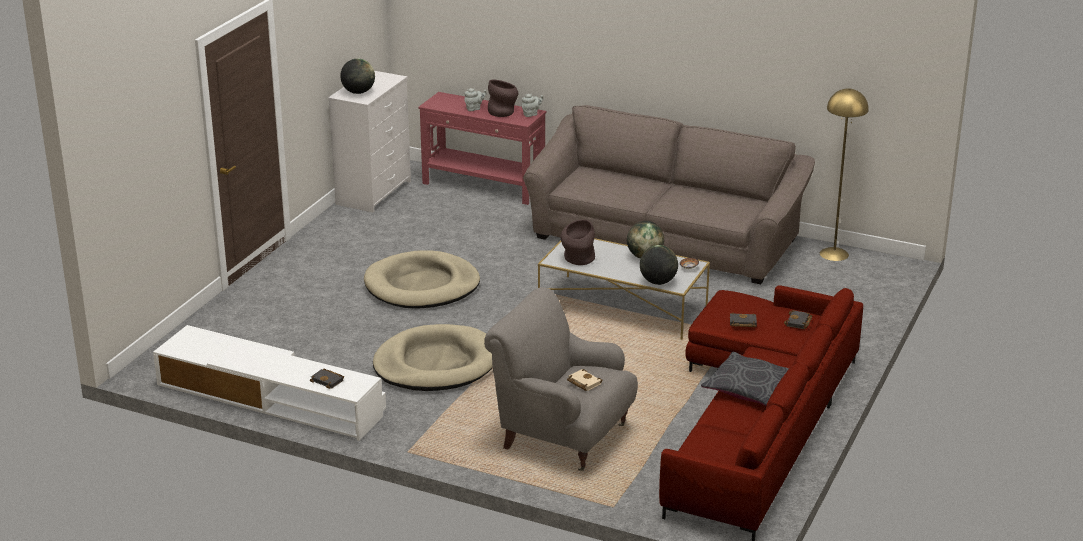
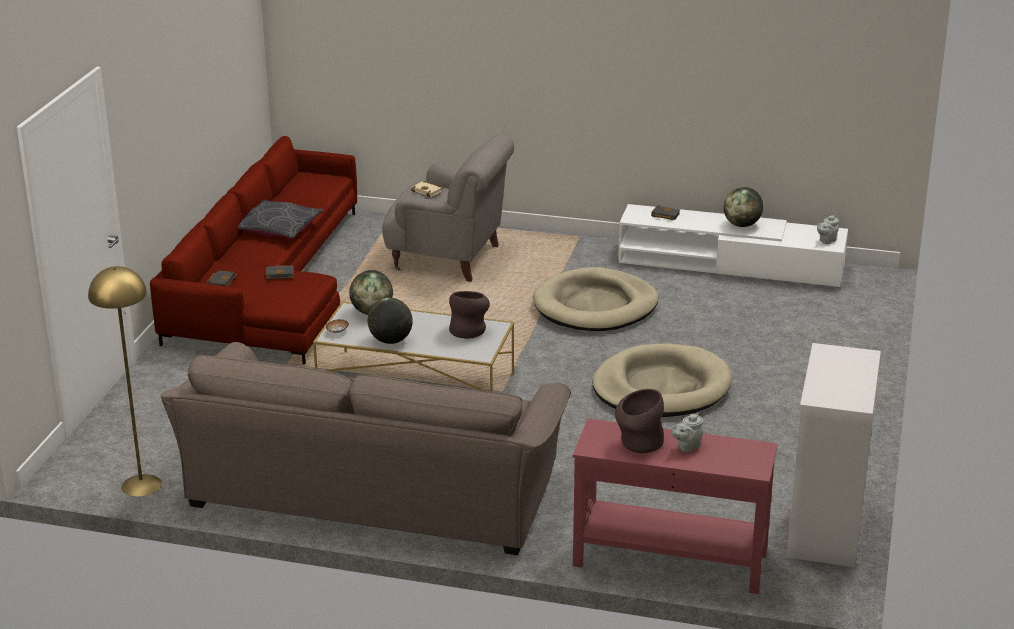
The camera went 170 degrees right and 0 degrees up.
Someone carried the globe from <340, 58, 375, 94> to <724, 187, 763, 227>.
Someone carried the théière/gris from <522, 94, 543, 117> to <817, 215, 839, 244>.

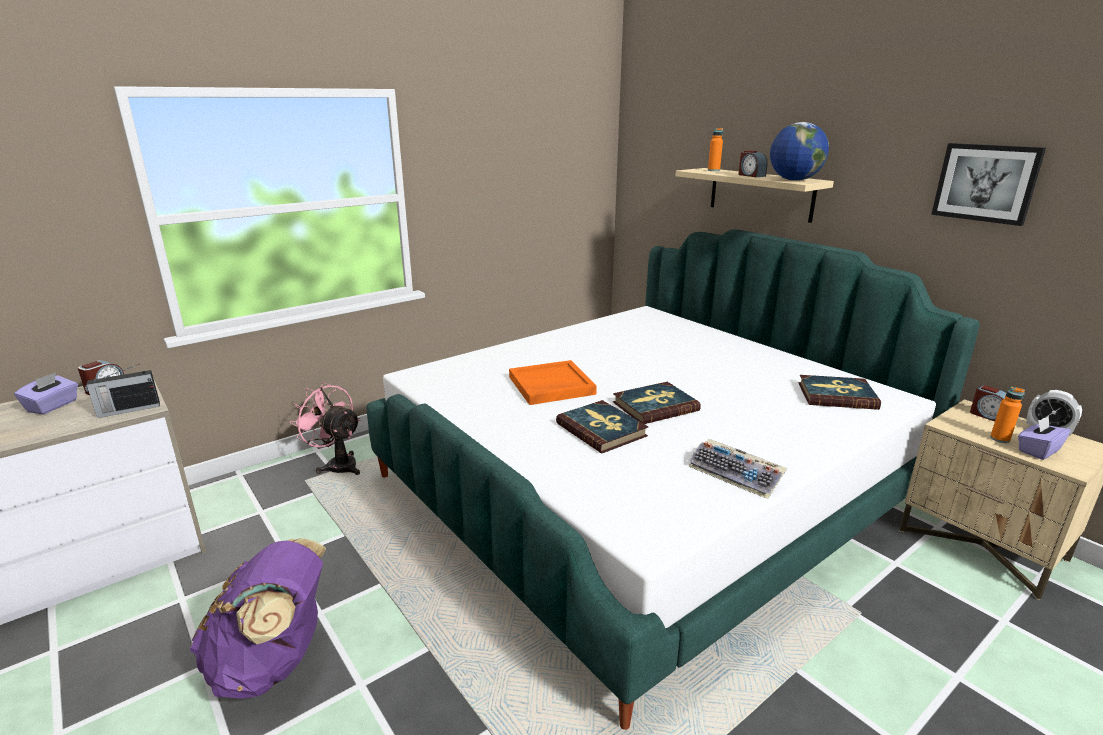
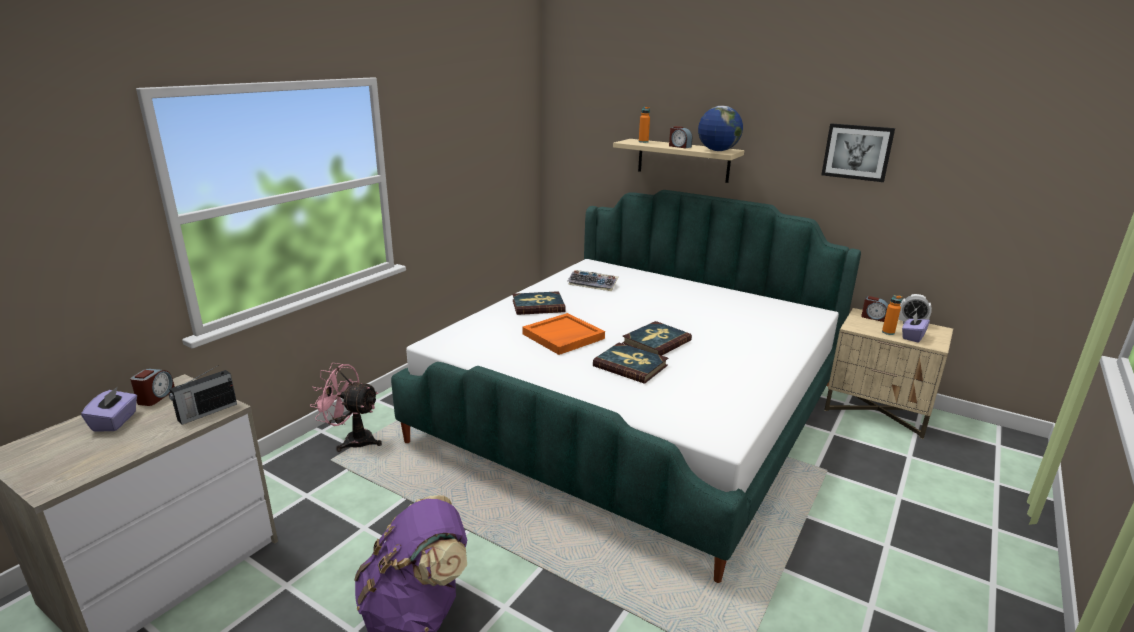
The camera went 20 degrees left and 0 degrees up.
Someone carried the clavier from <688, 439, 787, 499> to <568, 270, 618, 291>.
Someone carried the livre from <798, 375, 881, 410> to <512, 291, 566, 315>.

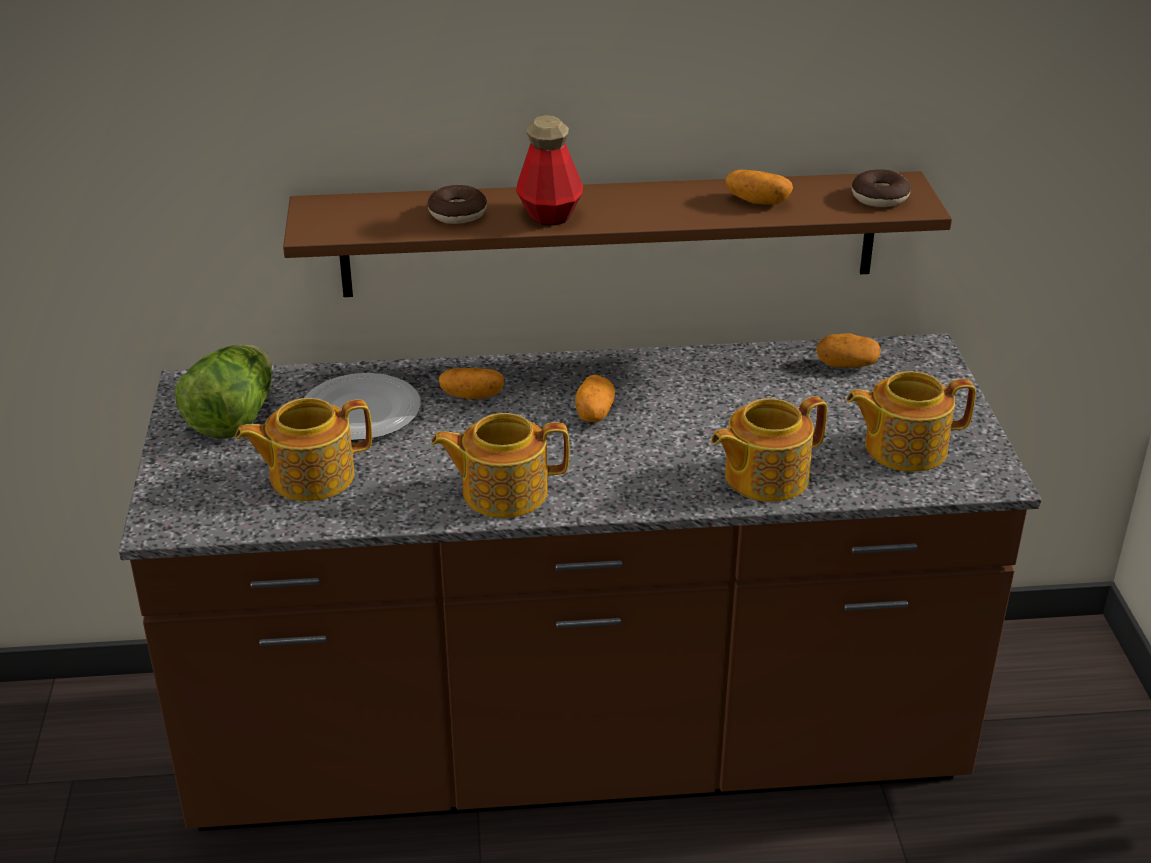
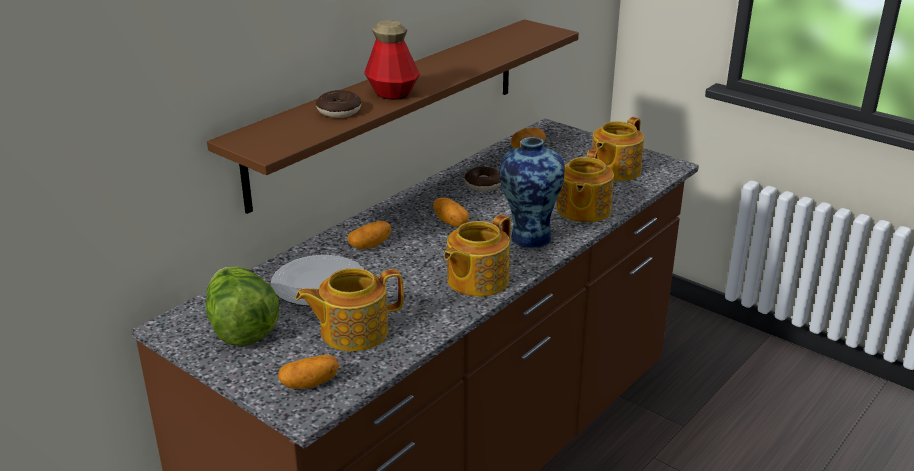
The camera went 45 degrees left and 5 degrees down.
Someone rotated the théière at <235, 398, 372, 501> by 45 degrees clockwise.
Someone carried the pomme de terre from <726, 170, 793, 205> to <278, 355, 339, 389>.
Someone carried the beignet from <852, 169, 911, 207> to <465, 166, 501, 191>.
Someone put down the vase at <499, 137, 565, 248>.

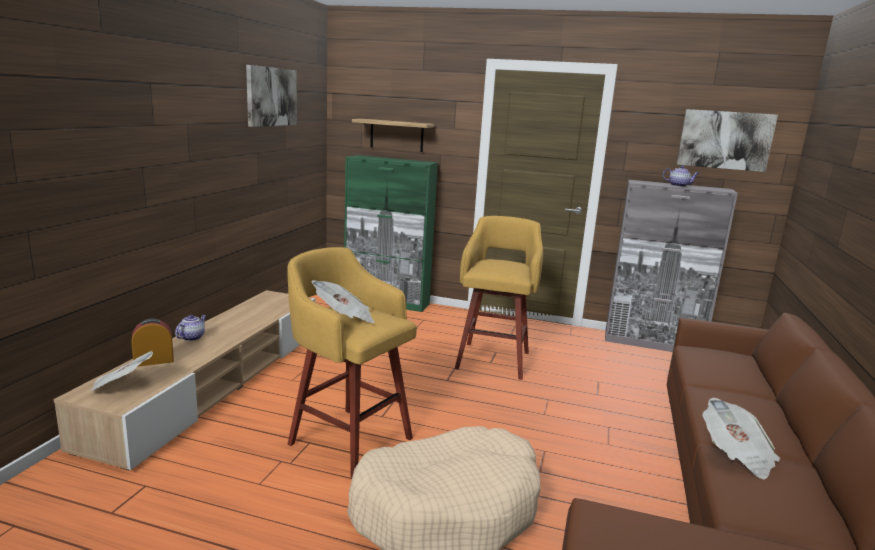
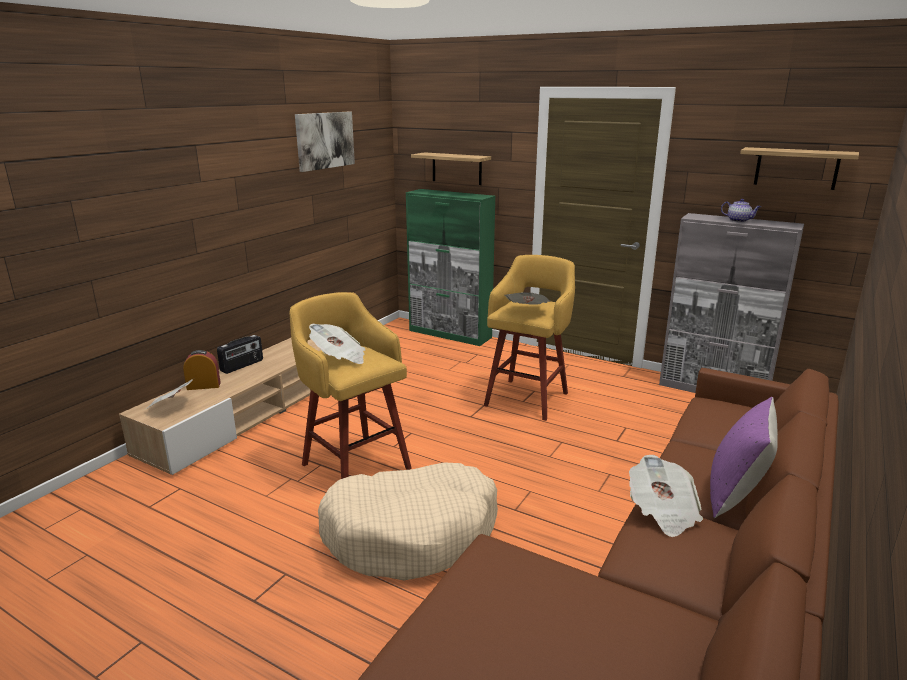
The camera went 15 degrees right and 5 degrees up.
Someone swapped the théière at <175, 315, 206, 341> for the radio at <217, 335, 263, 374>.
Someone swapped the tableau at <677, 109, 778, 172> for the étagère at <740, 147, 859, 190>.
Someone put down the journal at <504, 292, 550, 305>.
Someone put down the coussin/violet at <710, 397, 778, 518>.

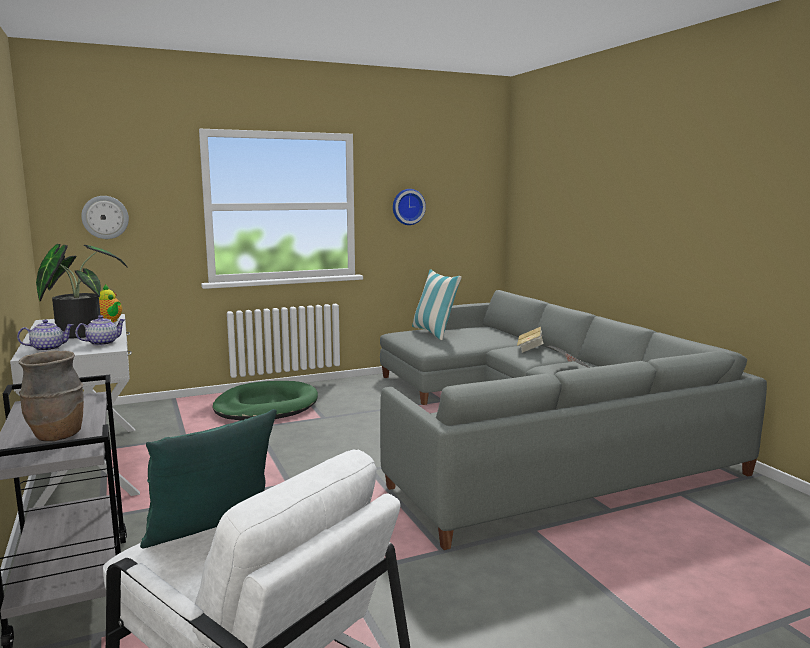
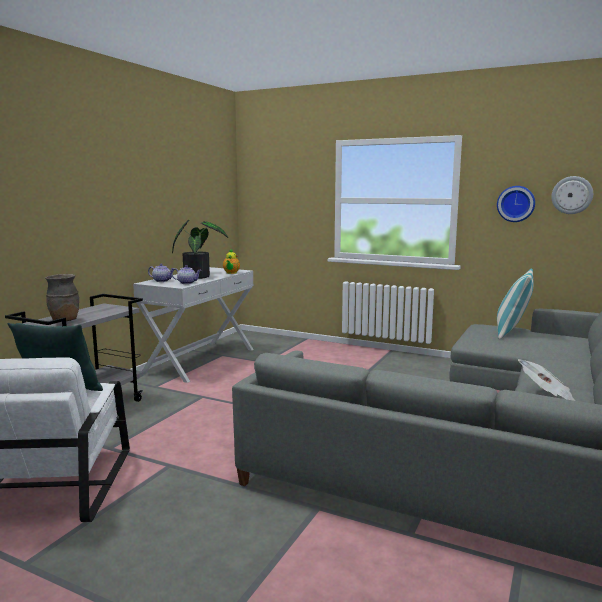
The camera went 50 degrees right and 0 degrees up.
Someone carried the horloge murale from <81, 196, 129, 239> to <551, 176, 593, 214>.
Someone took away the panier pour chien/vert at <213, 381, 318, 420>.
Someone took away the livre at <517, 327, 544, 353>.

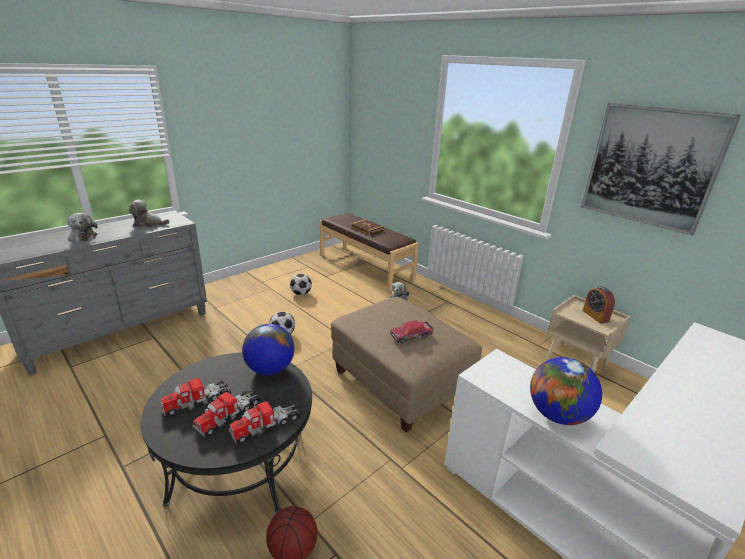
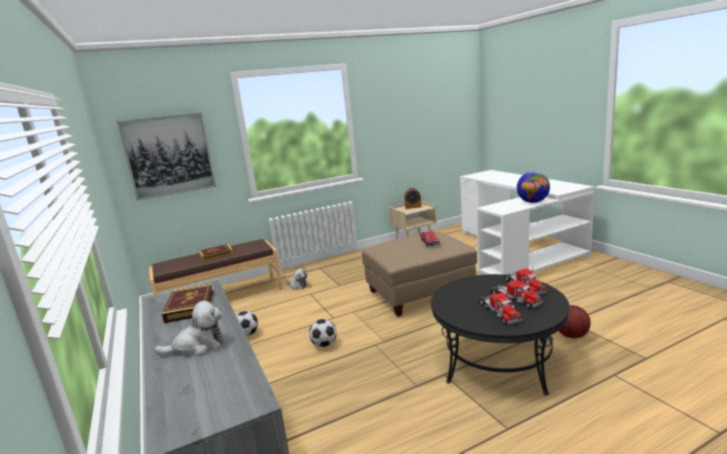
The camera went 70 degrees left and 10 degrees down.
Someone swapped the peluche at <129, 200, 170, 228> for the livre at <162, 284, 213, 323>.
Someone took away the globe at <242, 324, 295, 375>.
Someone carried the tableau from <581, 103, 741, 236> to <117, 112, 216, 201>.

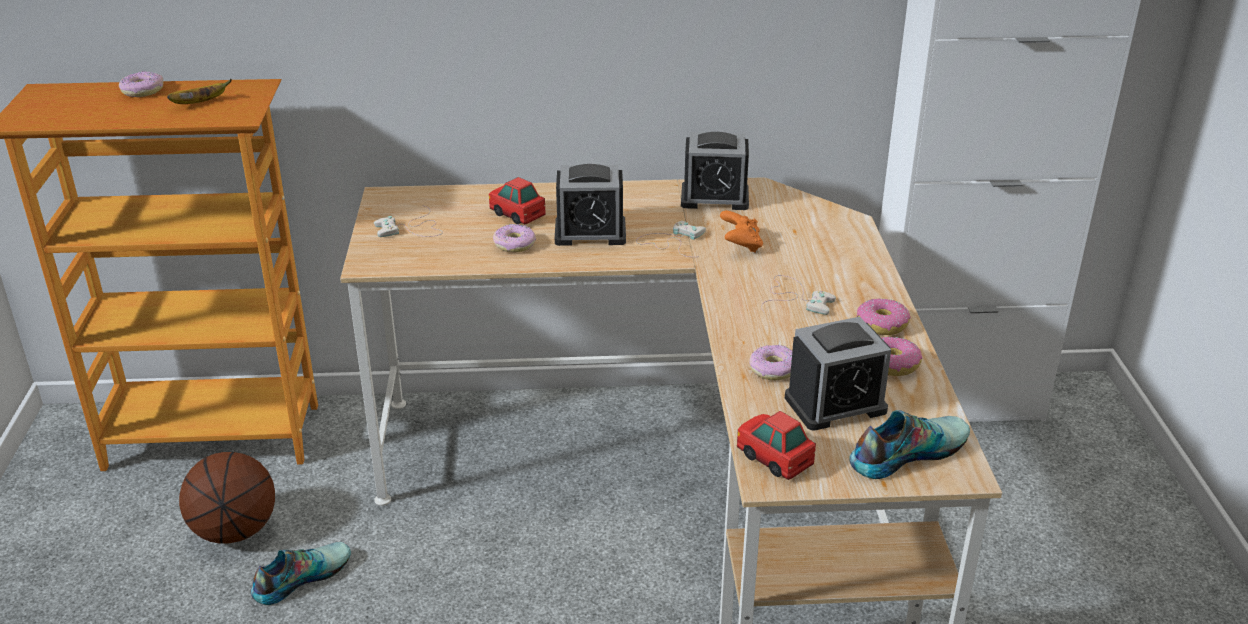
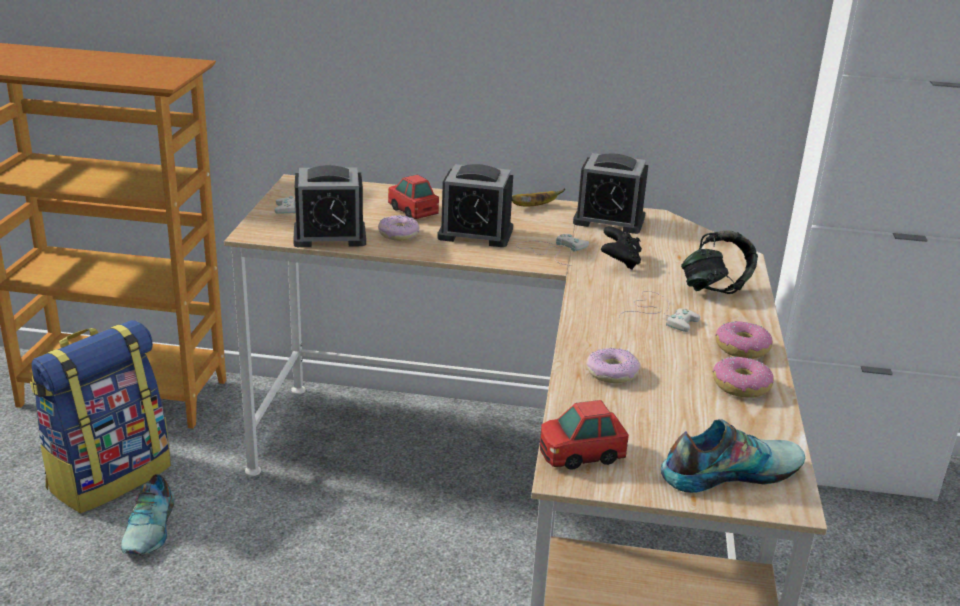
The camera went 10 degrees right and 5 degrees down.
Someone took away the beignet at <119, 71, 163, 97>.
Someone carried the banane from <167, 79, 232, 104> to <512, 189, 565, 206>.
Someone swapped the ballon de basket at <179, 452, 275, 544> for the sac à dos at <30, 320, 171, 513>.
Someone rotated the chaussure at <251, 542, 351, 605> by 120 degrees clockwise.
Someone repainted the manette/orange at <720, 211, 763, 252>, which became the manette/noir at <601, 226, 642, 270>.
Someone rotated the petite voiture at <737, 411, 816, 480> by 75 degrees counterclockwise.
Someone carried the réveil from <785, 317, 891, 431> to <293, 165, 366, 247>.
Someone put down the casque audio at <681, 230, 758, 294>.

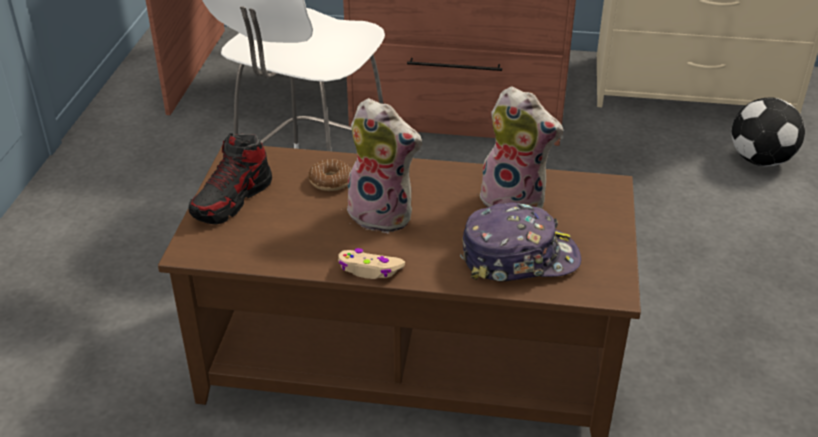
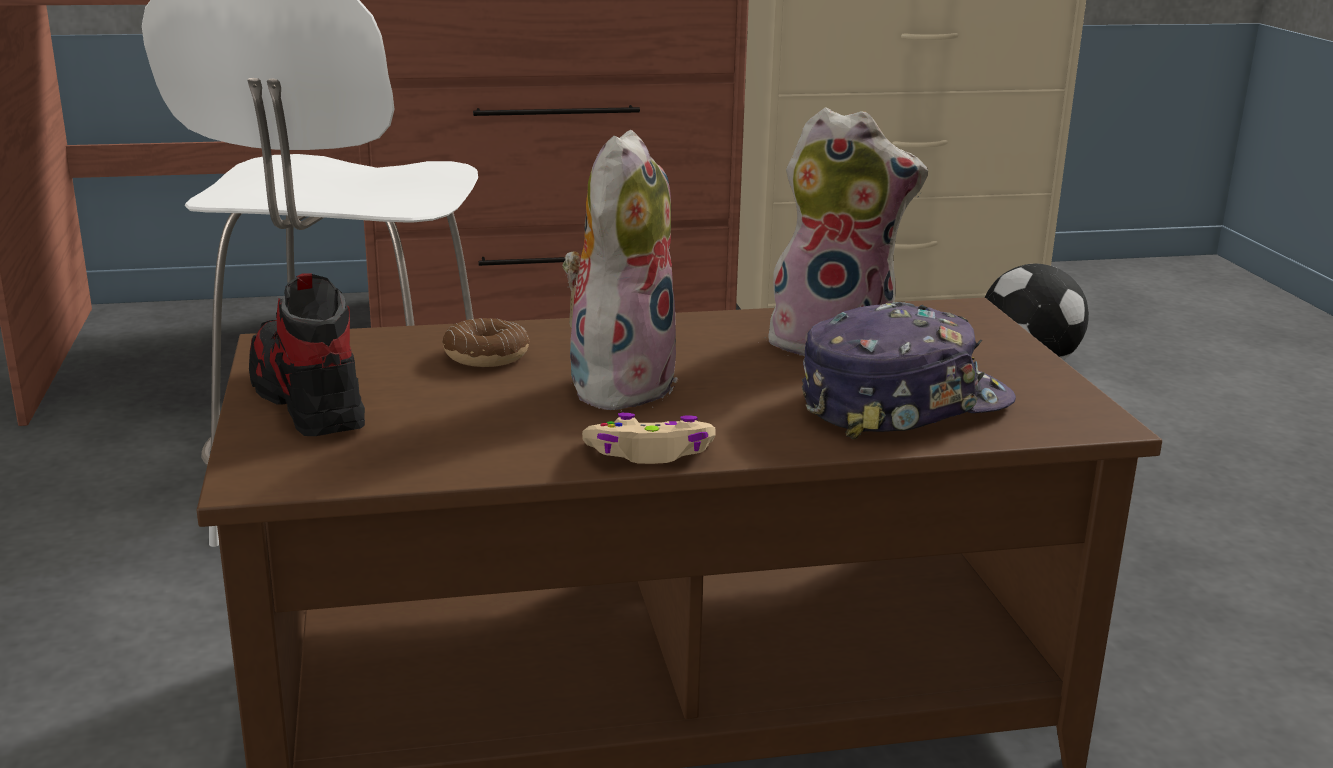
The camera went 20 degrees left and 15 degrees down.
Someone rotated the chaussure at <189, 133, 272, 225> by 135 degrees clockwise.
Someone rotated the peluche at <347, 98, 422, 234> by 75 degrees counterclockwise.

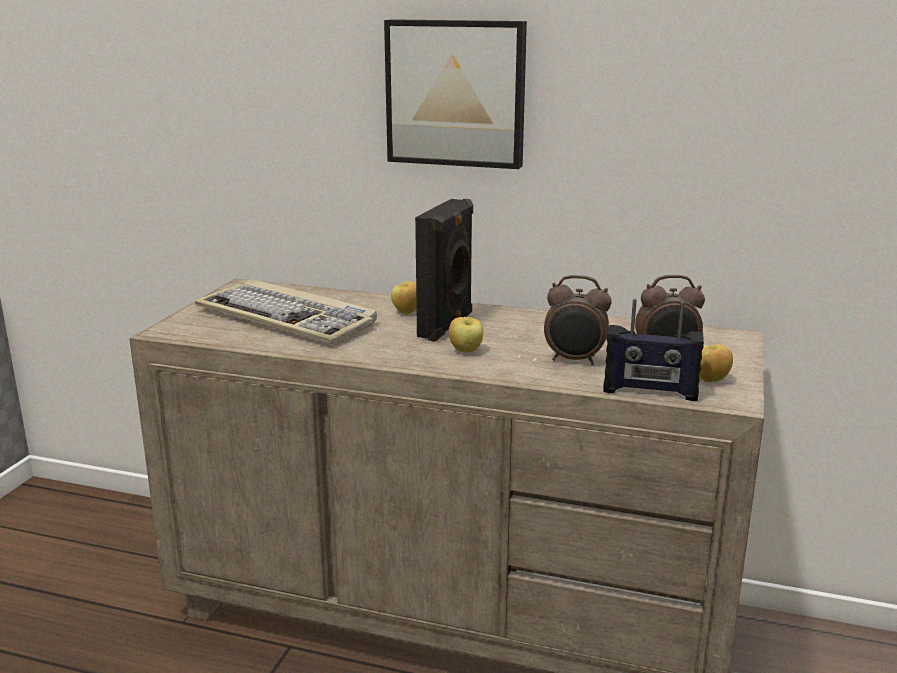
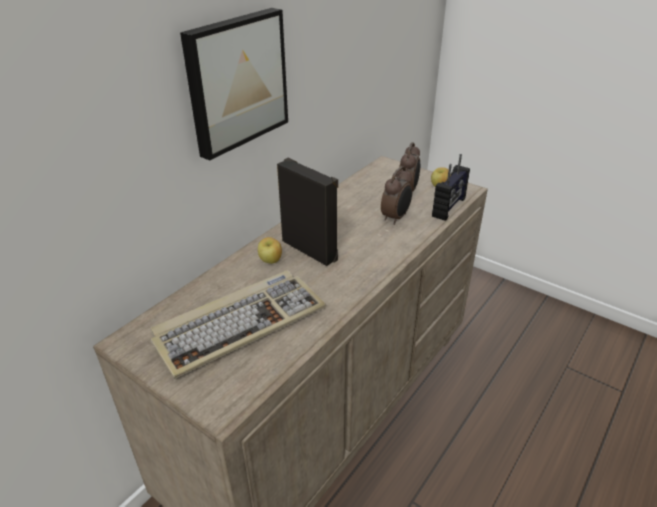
The camera went 70 degrees left and 15 degrees up.
Someone took away the pomme at <449, 317, 483, 352>.

